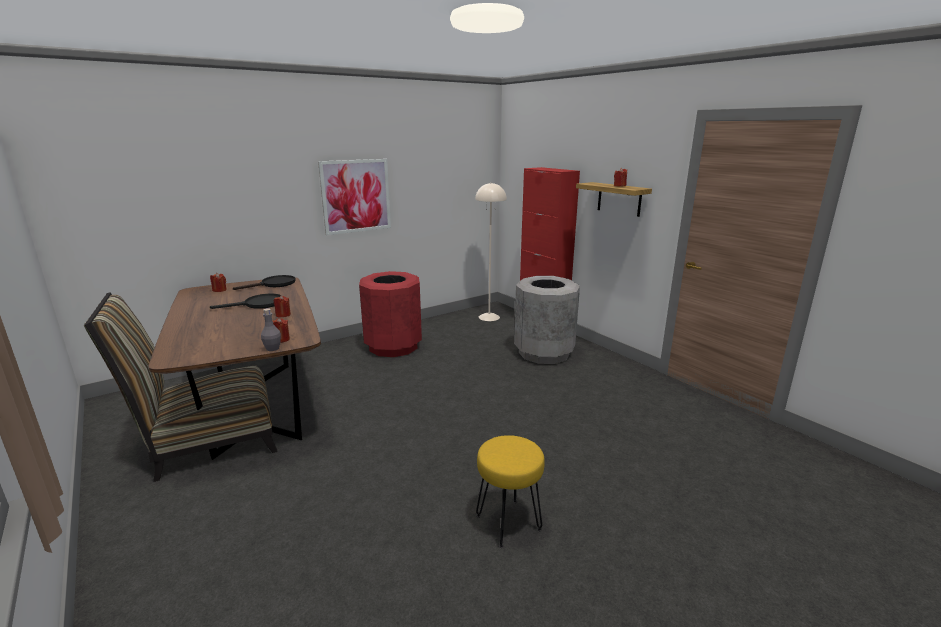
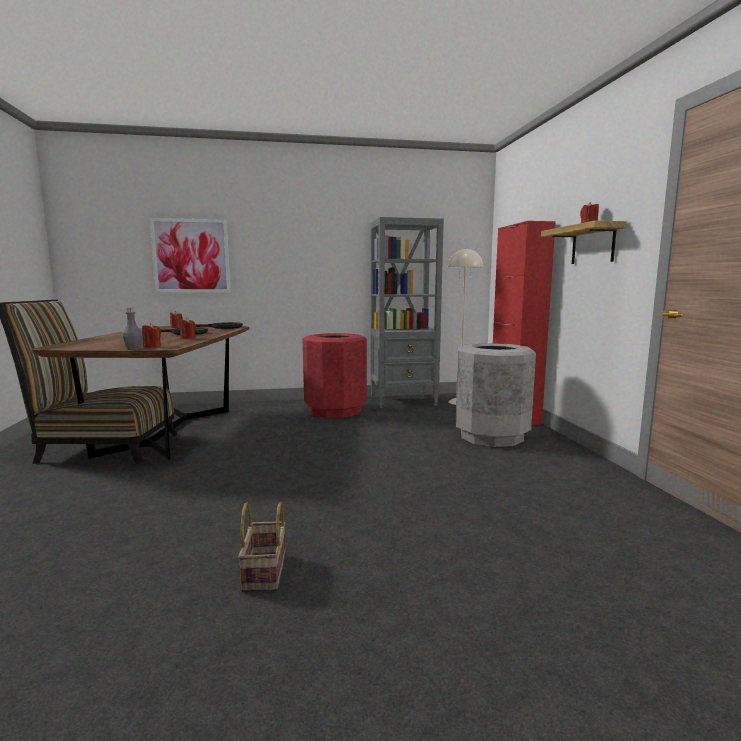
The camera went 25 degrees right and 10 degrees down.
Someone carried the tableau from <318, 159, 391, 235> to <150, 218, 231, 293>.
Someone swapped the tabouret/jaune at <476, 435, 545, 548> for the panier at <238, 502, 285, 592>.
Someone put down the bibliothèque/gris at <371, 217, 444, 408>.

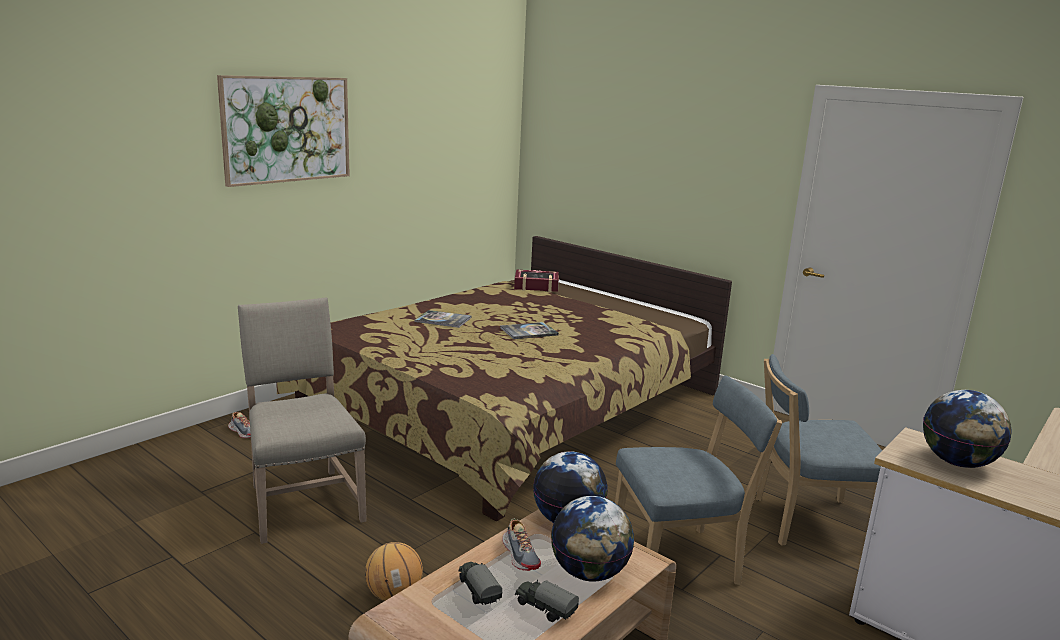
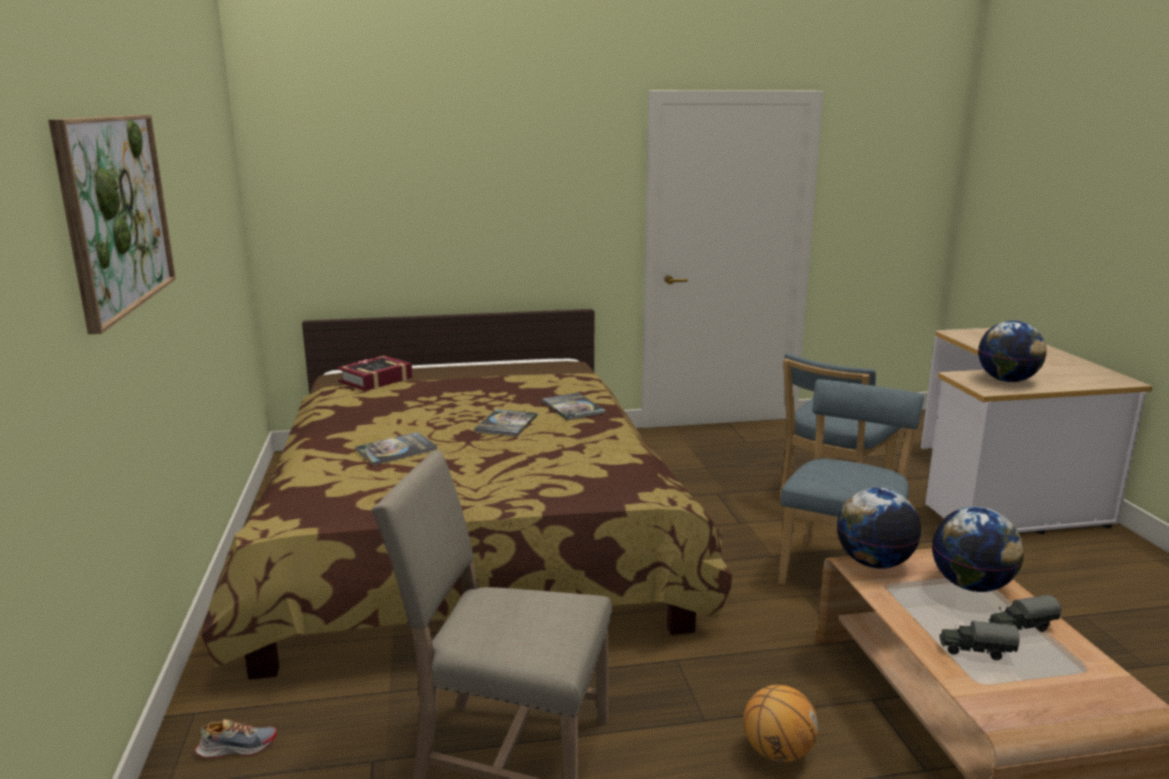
The camera went 50 degrees left and 0 degrees up.
Someone took away the chaussure at <502, 518, 541, 571>.
Someone put down the livre at <541, 393, 606, 420>.

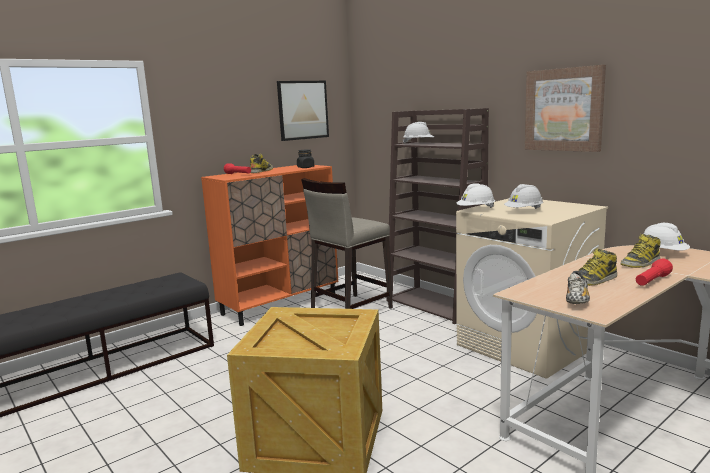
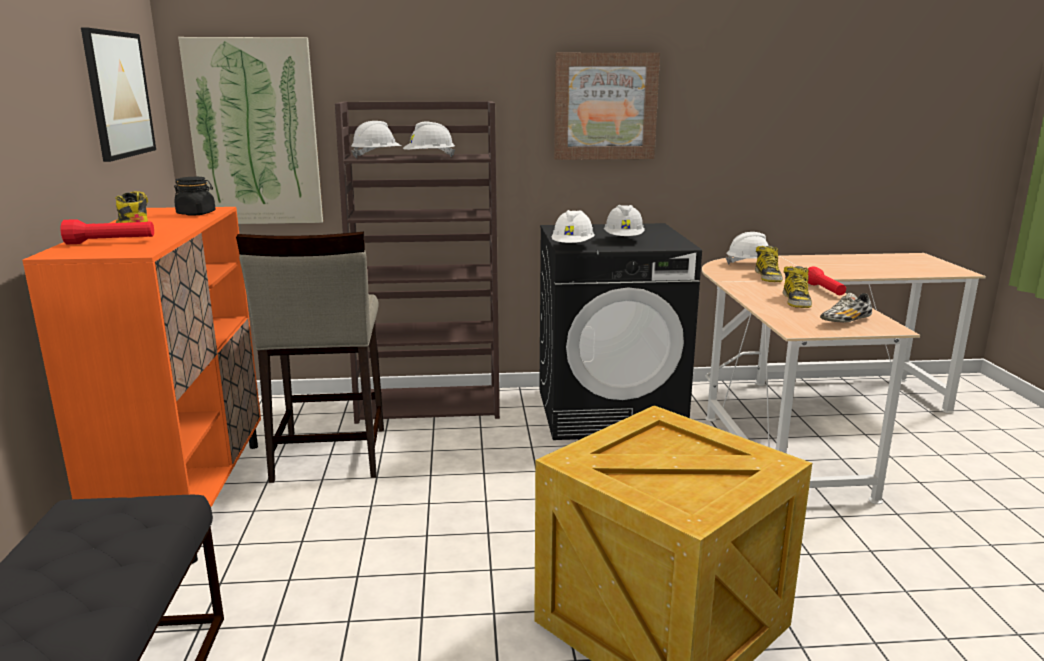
The camera went 55 degrees left and 5 degrees up.
Someone repainted the lave-linge/beige at <456, 198, 608, 379>, which became the lave-linge/noir at <539, 223, 702, 440>.
Someone rotated the chaussure at <566, 271, 590, 304> by 90 degrees clockwise.
Someone put up the tableau at <178, 37, 323, 224>.
Someone put down the casque de chantier/blanc at <403, 122, 455, 157>.

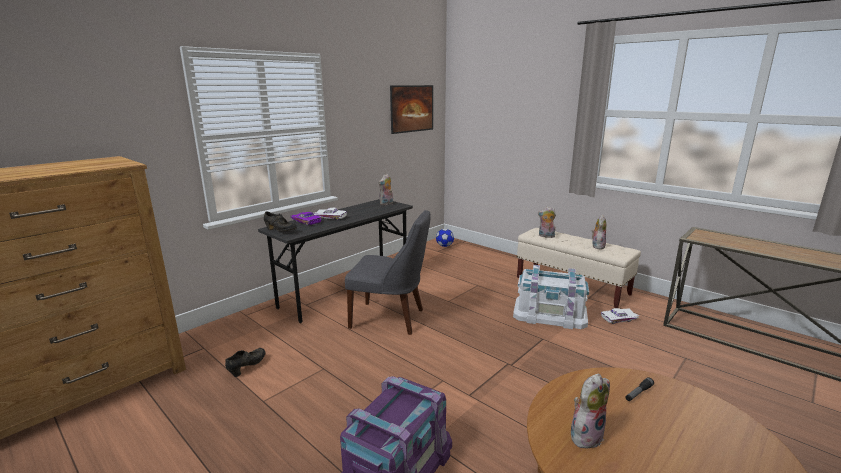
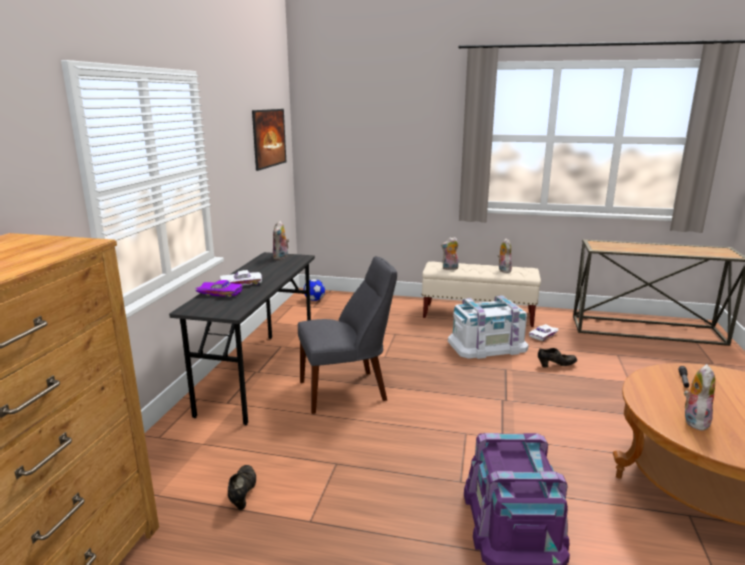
The camera went 30 degrees left and 0 degrees up.
Someone carried the chaussure/noir from <264, 211, 297, 231> to <538, 348, 577, 367>.

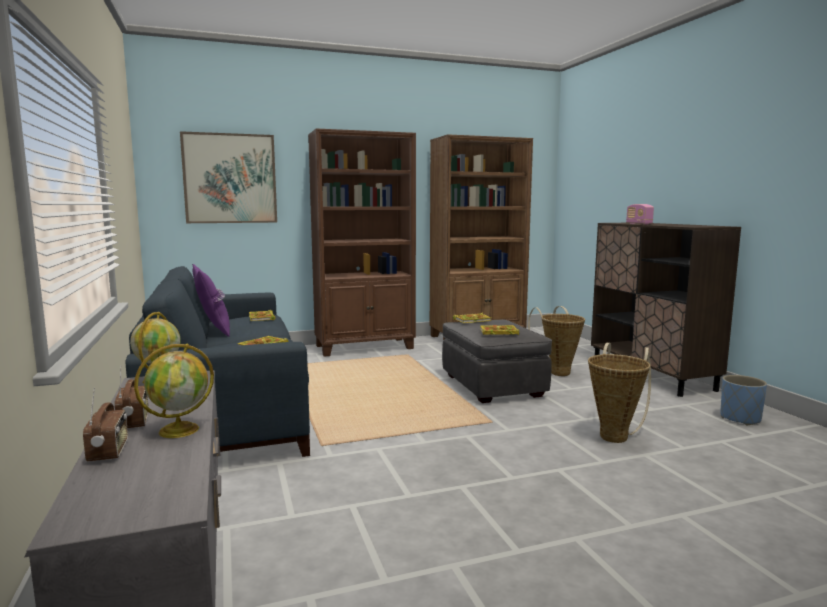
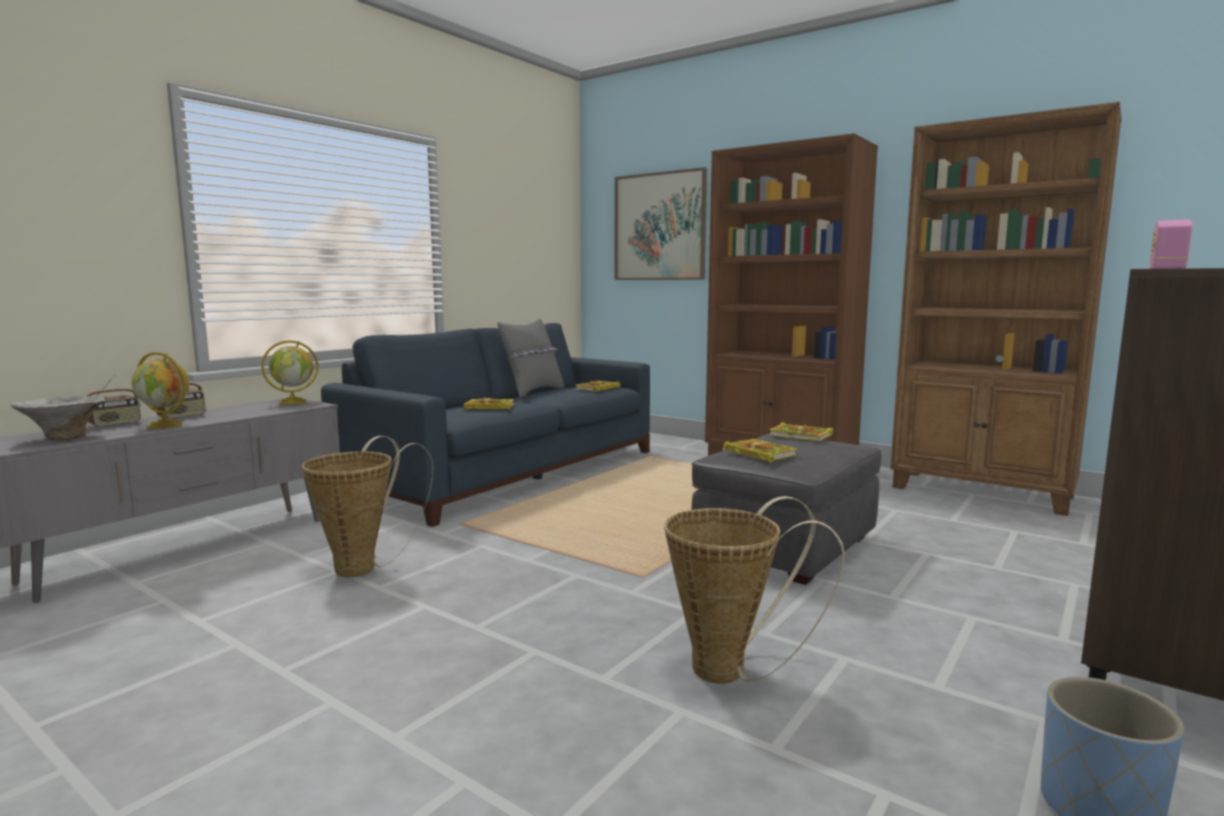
The camera went 55 degrees right and 0 degrees up.
Someone repainted the coussin/violet at <192, 264, 230, 337>, which became the coussin/gris at <497, 319, 564, 398>.
Someone carried the panier from <528, 306, 585, 376> to <302, 436, 433, 577>.
Someone put down the bol at <10, 396, 106, 440>.

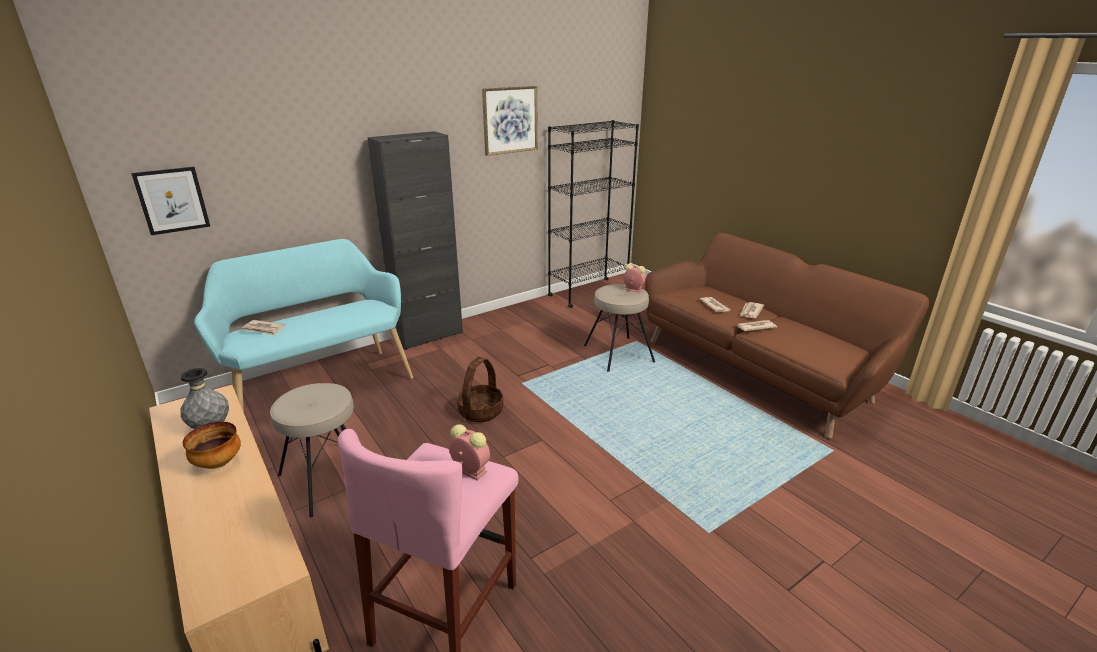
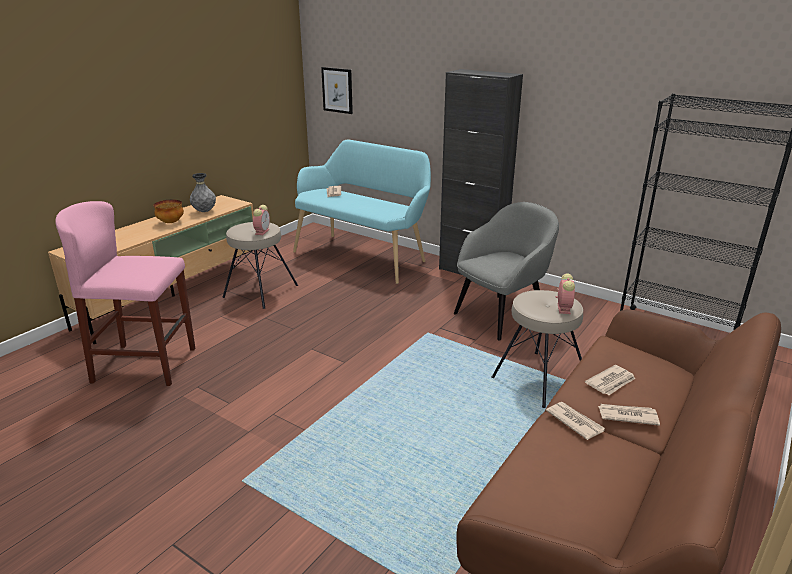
The camera went 70 degrees right and 0 degrees up.
Someone carried the réveil from <449, 424, 490, 481> to <253, 205, 270, 235>.
Someone took away the panier at <457, 357, 503, 422>.
Someone took away the tableau at <482, 86, 538, 156>.
Someone put down the fauteuil/gris at <454, 202, 559, 341>.

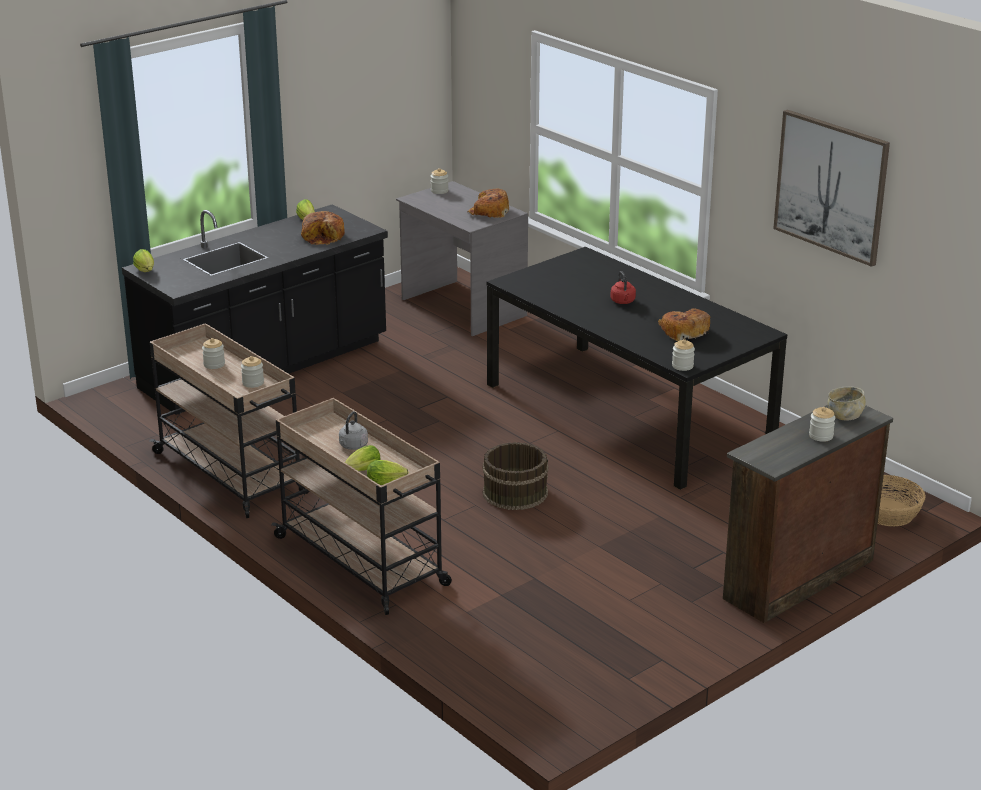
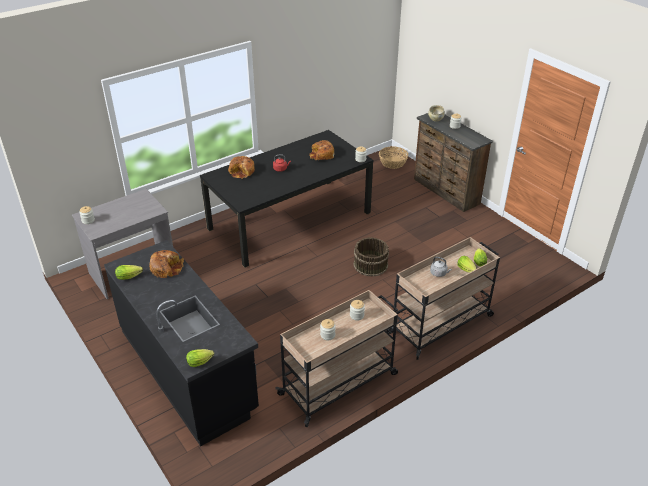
The camera went 85 degrees left and 10 degrees up.
Someone carried the pain from <467, 189, 509, 218> to <228, 156, 255, 179>.
Someone took away the tableau at <773, 110, 890, 267>.

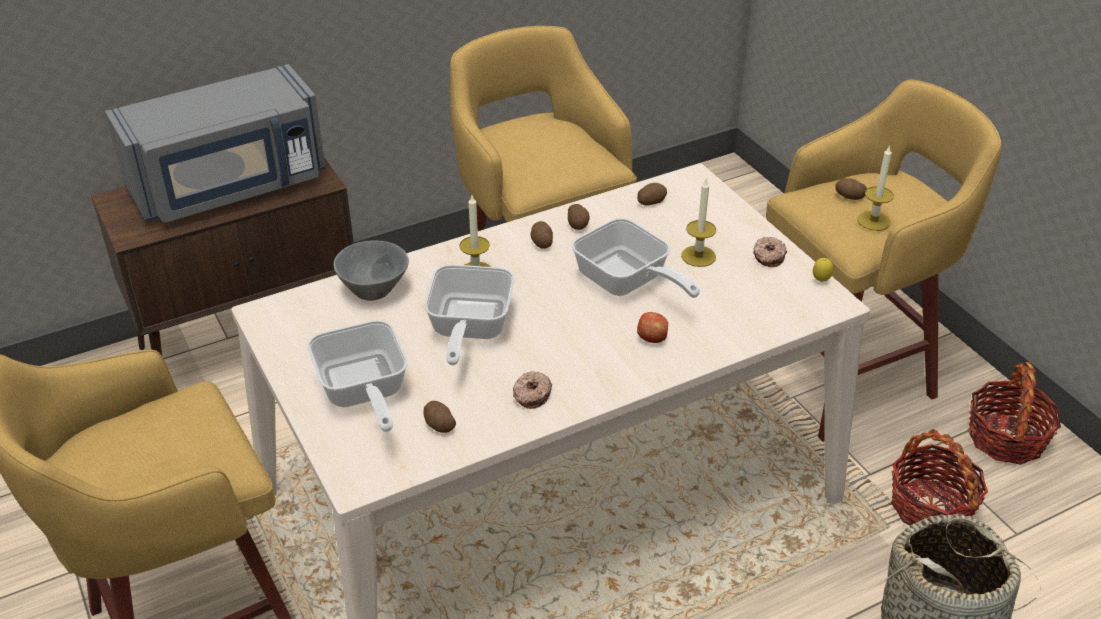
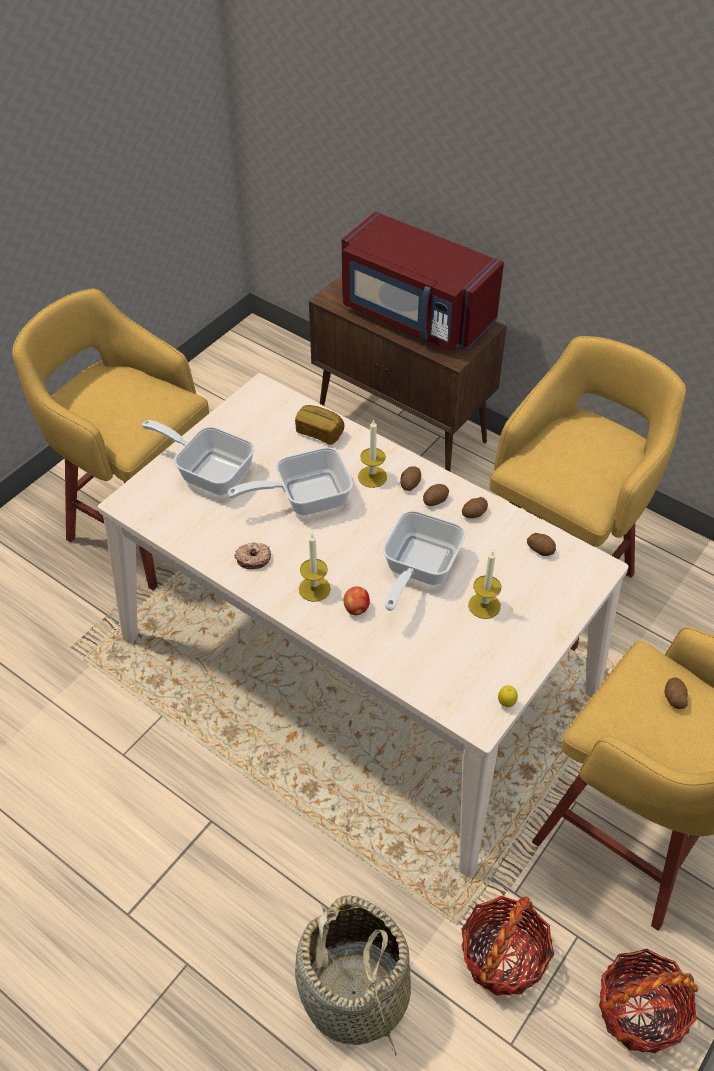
The camera went 65 degrees right and 10 degrees up.
Someone repainted the micro-ondes/gris at <105, 64, 326, 223>, which became the micro-ondes/rouge at <342, 212, 504, 351>.
Someone rotated the poêle at <307, 320, 408, 432> by 75 degrees clockwise.
Someone swapped the bol/gris at <333, 240, 409, 301> for the pain at <295, 405, 345, 445>.
Someone carried the pomme de terre from <423, 401, 456, 433> to <400, 466, 421, 491>.
Someone took away the beignet at <753, 237, 787, 267>.
Someone carried the bougie from <857, 145, 894, 231> to <299, 534, 331, 602>.

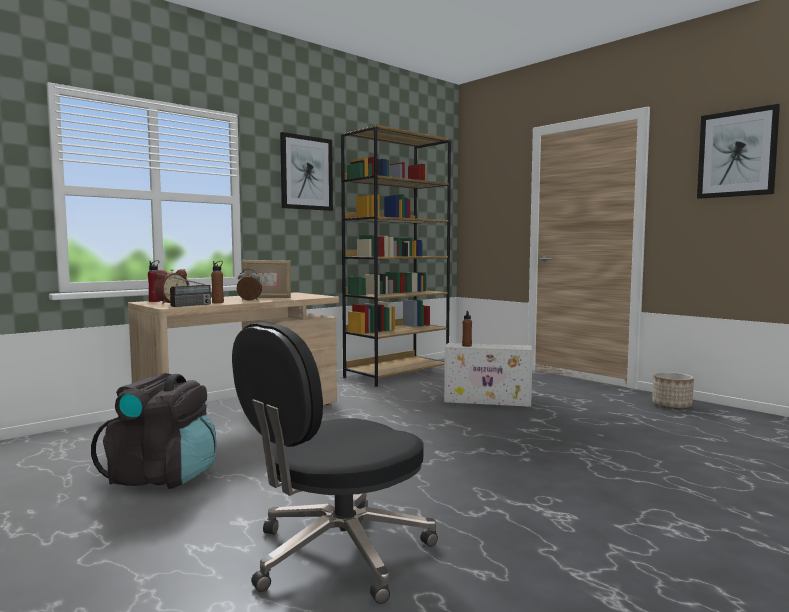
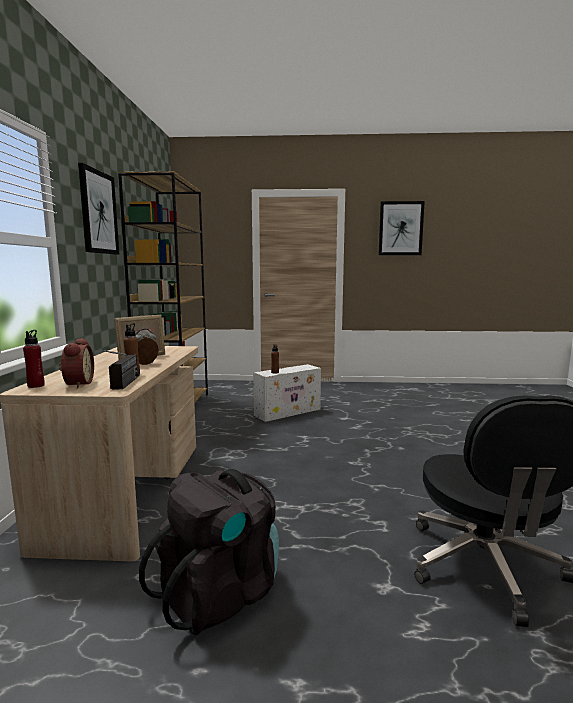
The camera went 45 degrees left and 5 degrees up.
Someone took away the cache-pot at <652, 372, 694, 409>.

